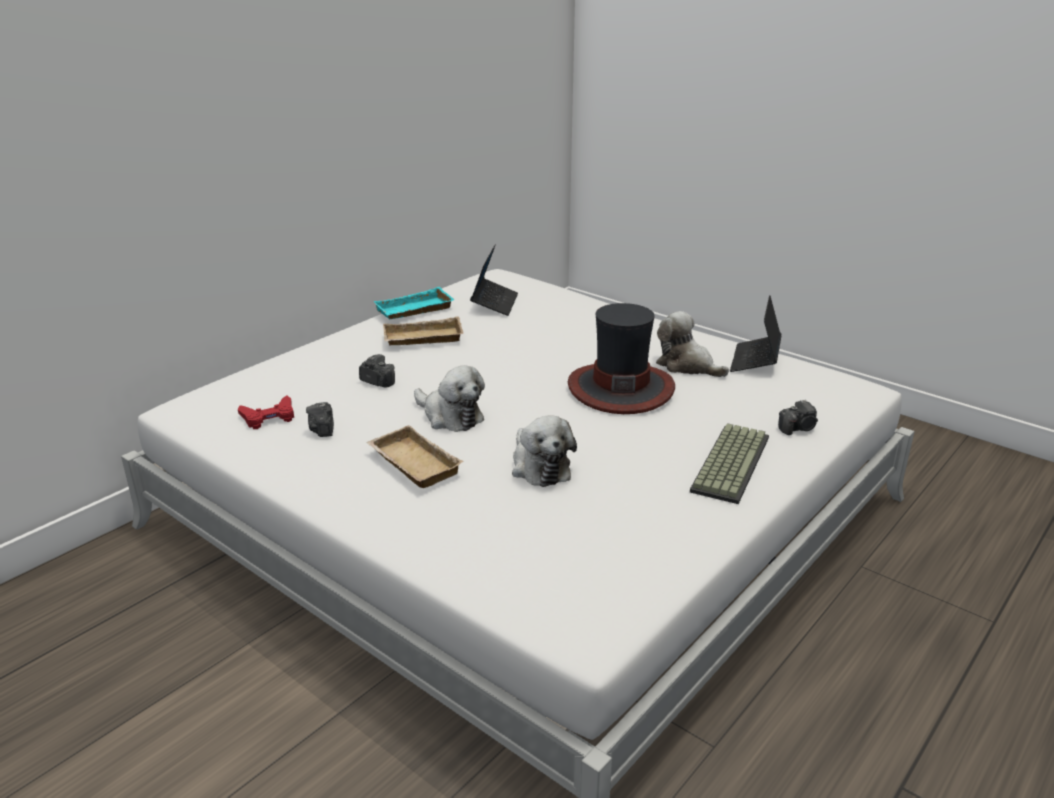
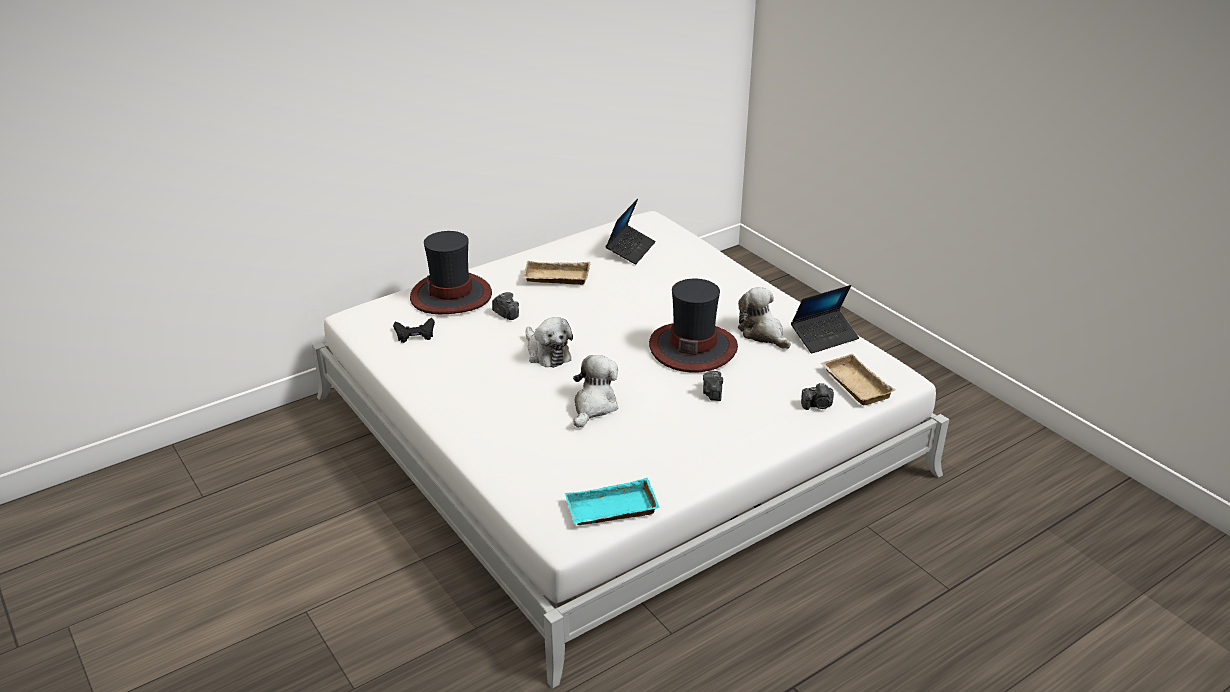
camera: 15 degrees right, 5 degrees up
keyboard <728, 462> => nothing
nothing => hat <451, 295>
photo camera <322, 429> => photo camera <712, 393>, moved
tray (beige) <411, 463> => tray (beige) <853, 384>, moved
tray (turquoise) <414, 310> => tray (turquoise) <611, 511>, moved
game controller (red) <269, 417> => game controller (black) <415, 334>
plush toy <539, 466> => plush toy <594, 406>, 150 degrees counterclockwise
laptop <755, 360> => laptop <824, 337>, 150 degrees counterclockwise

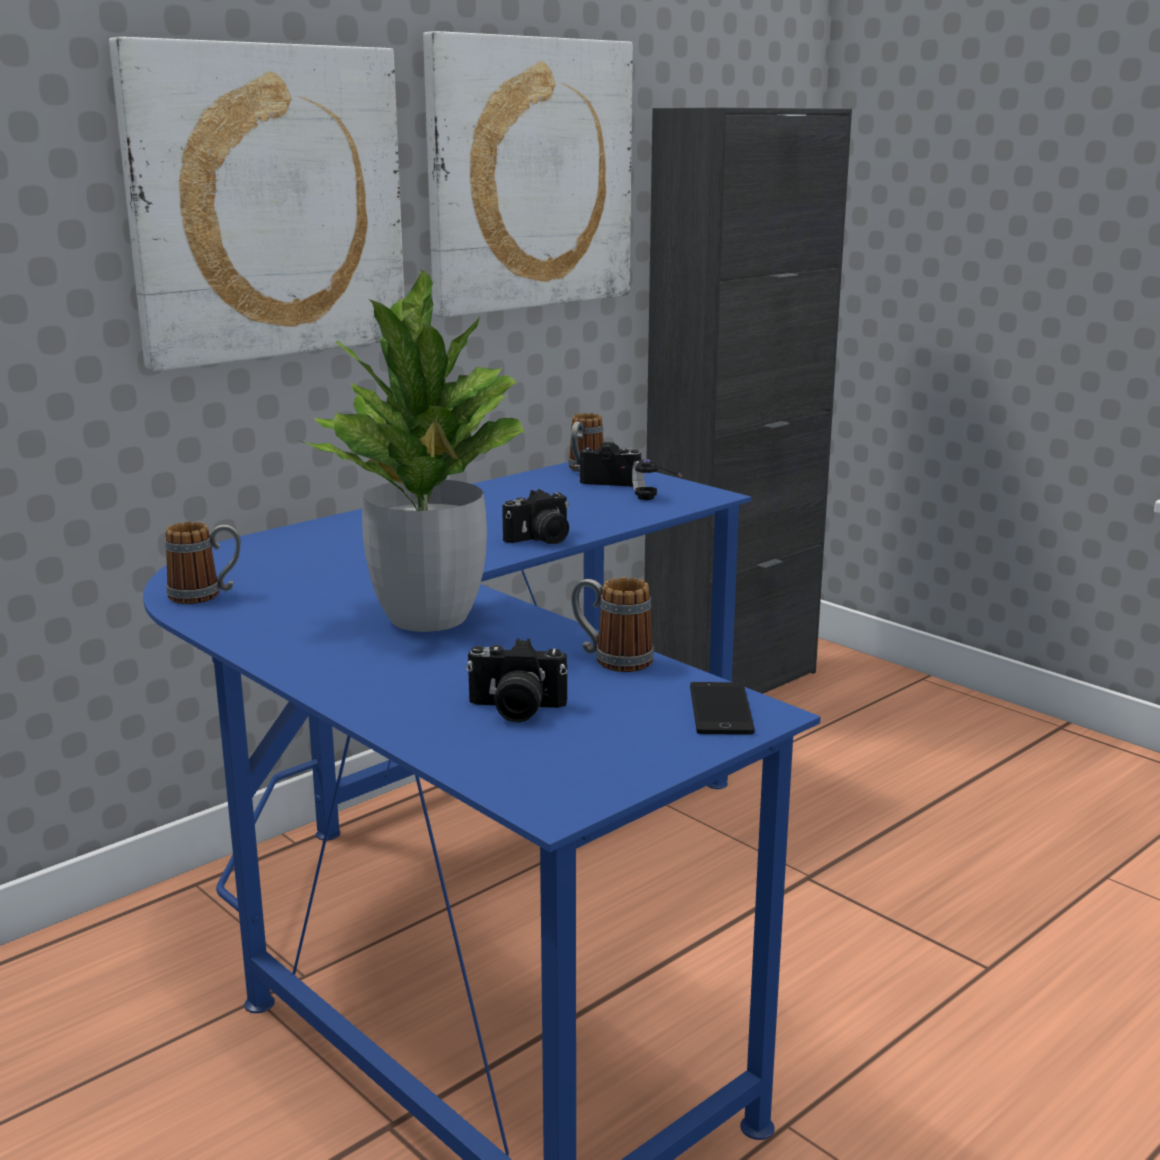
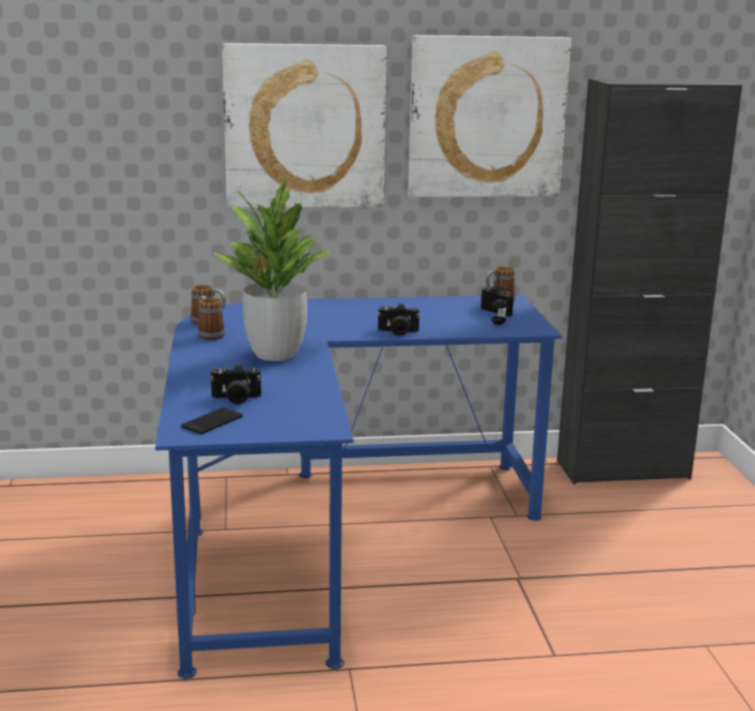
camera: 35 degrees right, 0 degrees up
mug <612, 659> => mug <209, 334>, moved
phone <720, 709> => phone <212, 422>, moved
photo camera <515, 709> => photo camera <235, 399>, 45 degrees counterclockwise

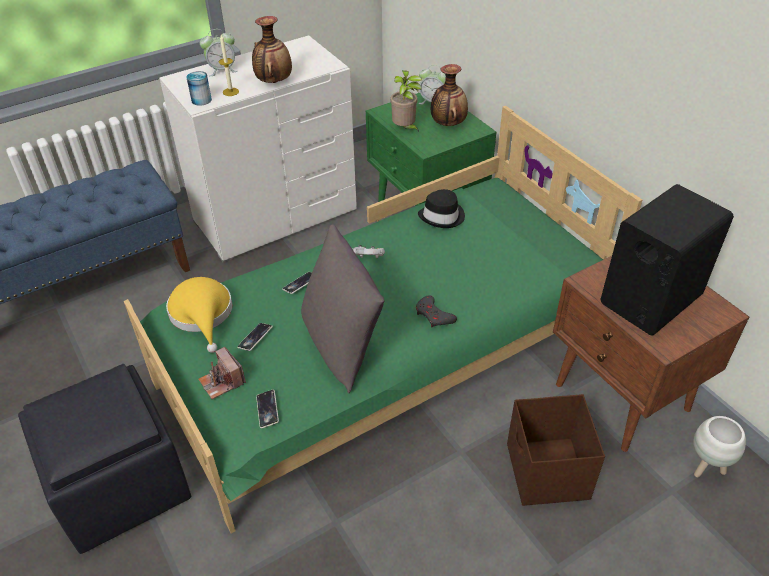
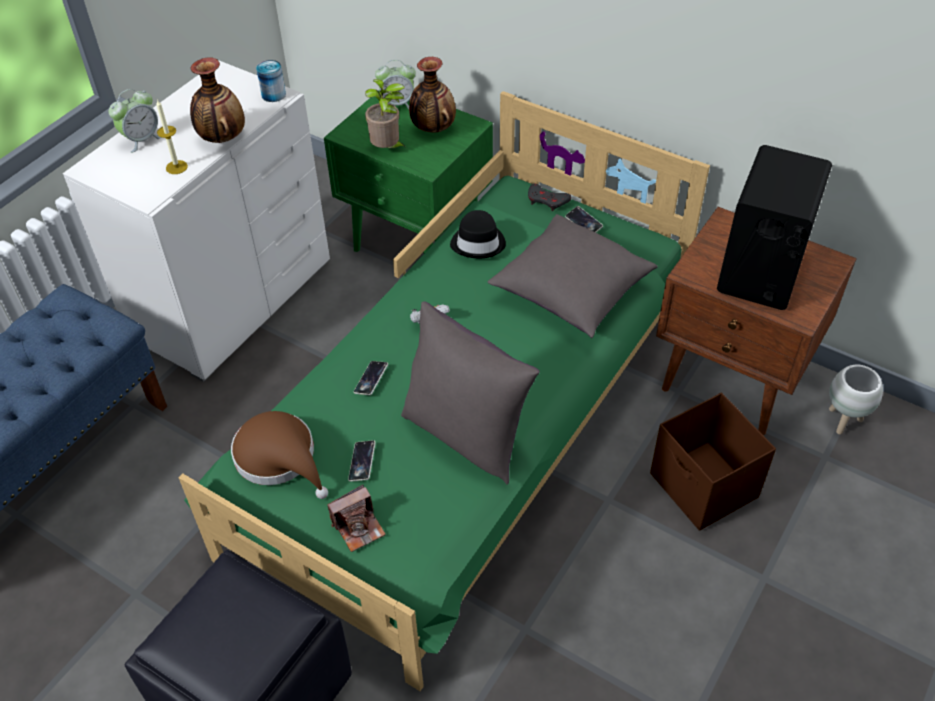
camera: 25 degrees left, 5 degrees up
nothing => pillow (grey) <570, 292>
can <201, 100> => can <273, 94>, moved
phone <267, 410> => phone <583, 223>, moved
game controller (grey) <434, 315> => game controller (grey) <547, 200>, moved
hat (yellow) <202, 315> => hat (brown) <280, 458>
photo camera <222, 382> => photo camera <358, 527>, 60 degrees counterclockwise

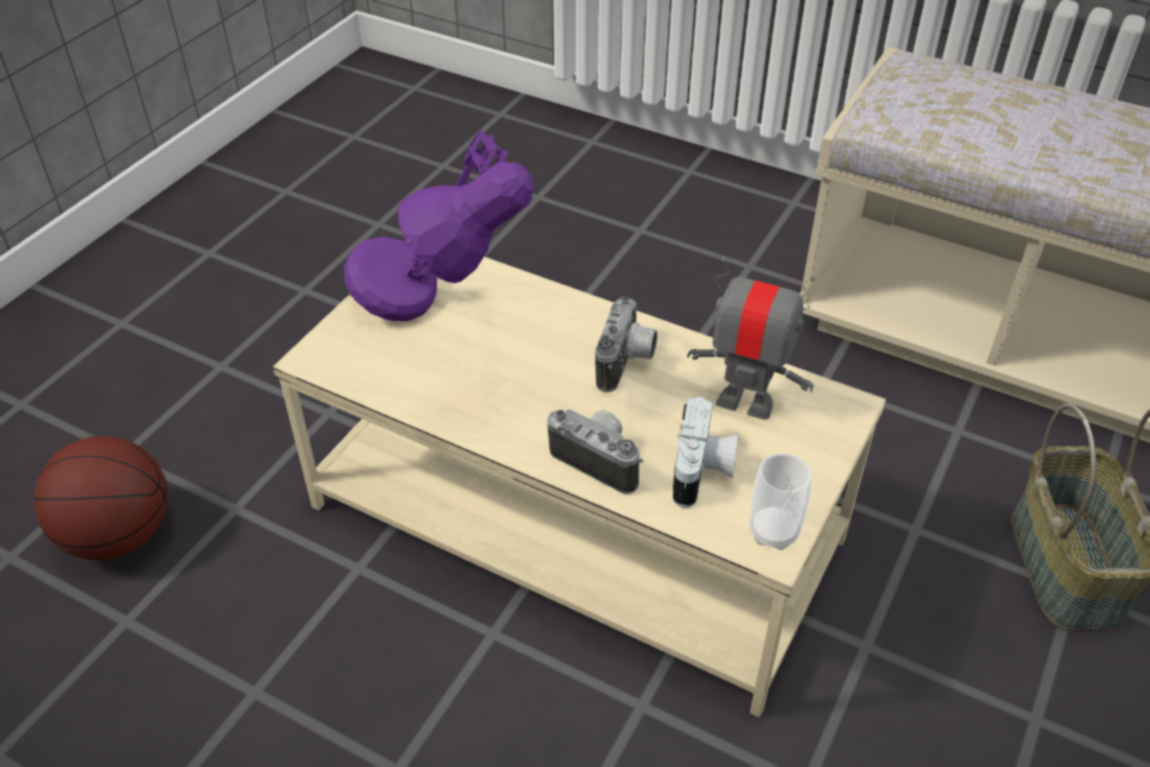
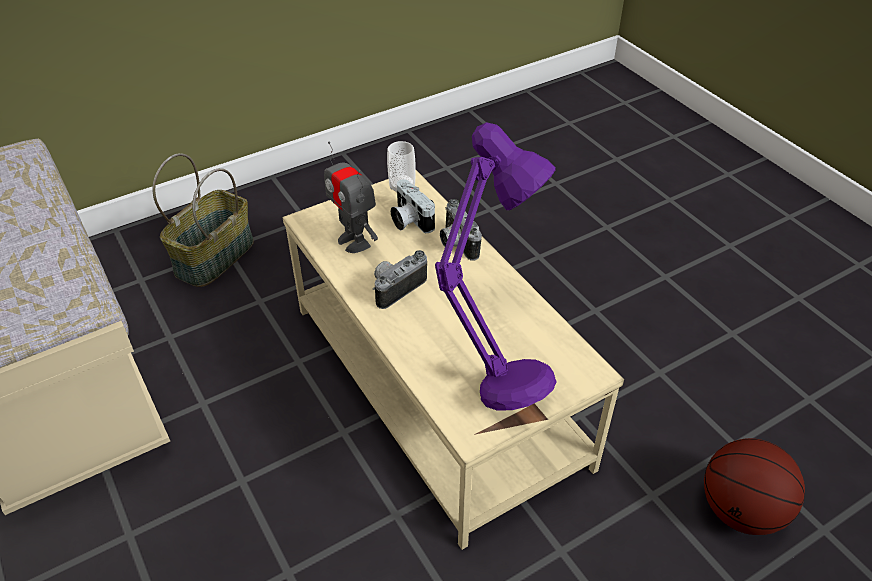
camera: 150 degrees left, 0 degrees up
photo camera <703, 471> => photo camera <409, 220>, 75 degrees counterclockwise

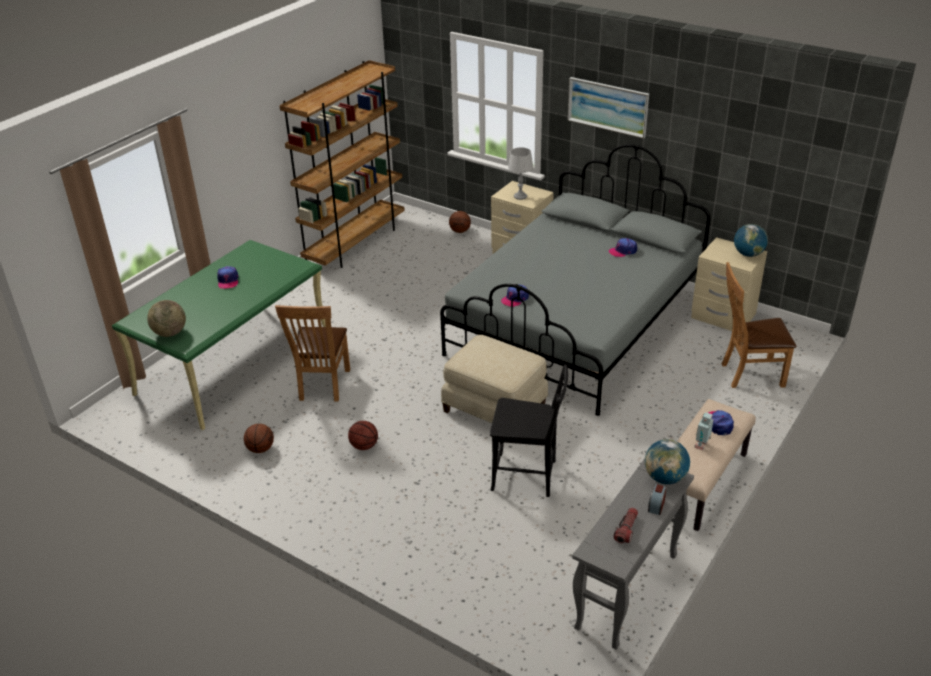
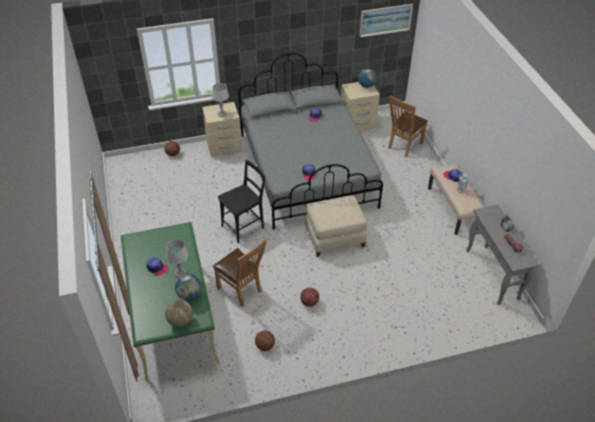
camera: 50 degrees left, 10 degrees up
bookcase (brown) <355, 243> => nothing
nothing => table lamp (grey) <180, 273>
chair (black) <528, 476> => chair (black) <245, 226>, moved
picture <607, 106> => picture <385, 20>, moved
globe <665, 478> => globe <189, 295>, moved

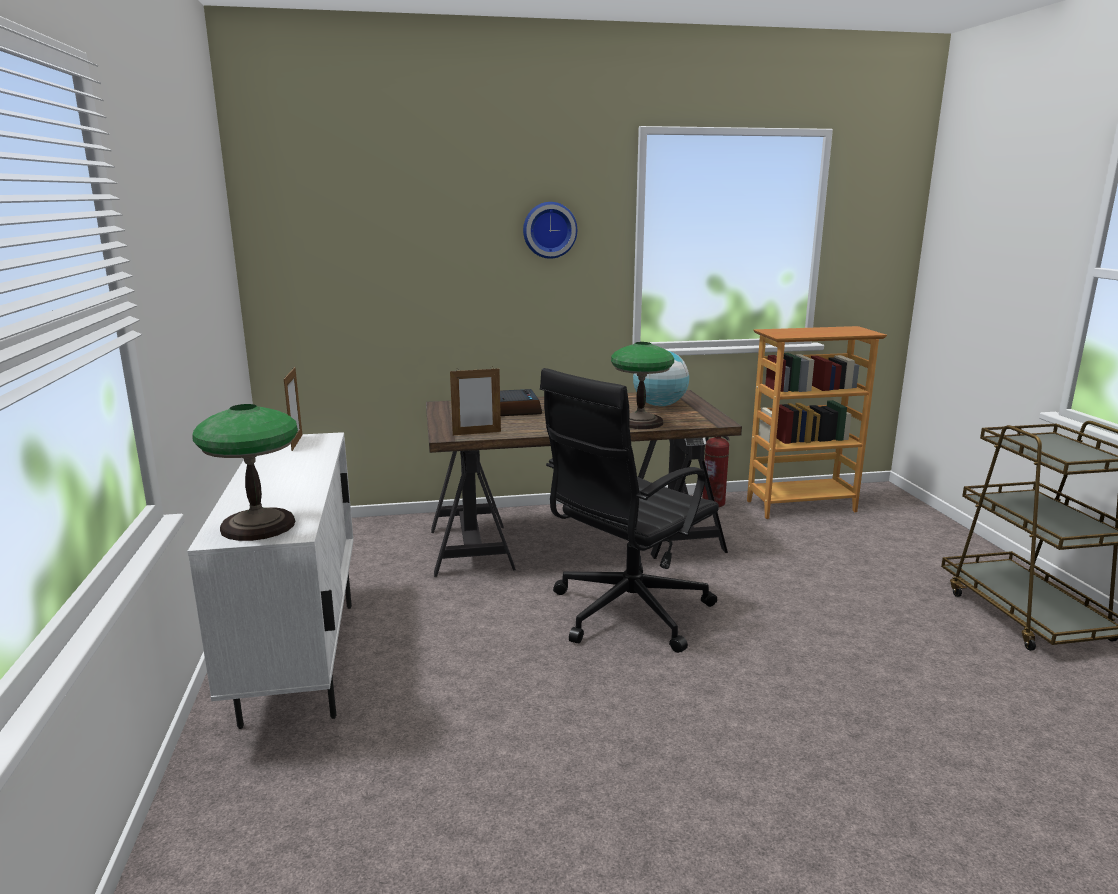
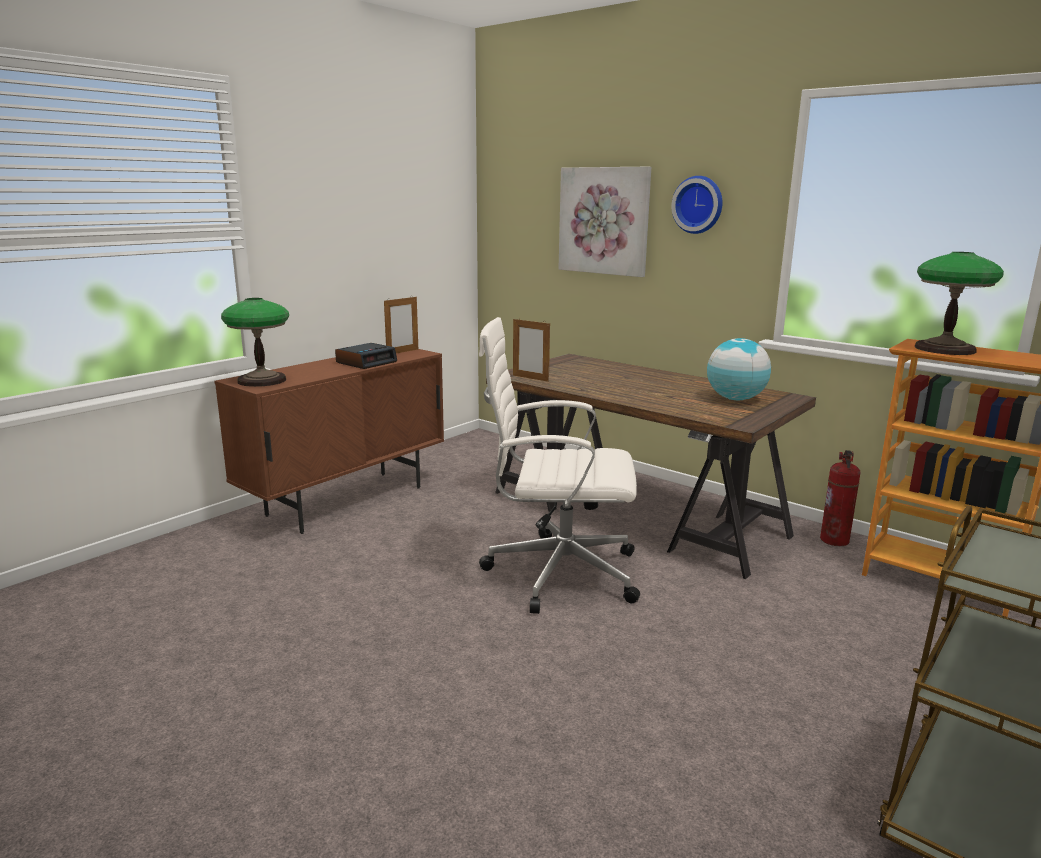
camera: 50 degrees right, 0 degrees up
nothing => picture <604, 221>
alarm clock <516, 409> => alarm clock <366, 362>, moved
table lamp <639, 422> => table lamp <944, 349>, moved
cabinet (white) <301, 659> => cabinet (brown) <346, 501>
office chair (black) <626, 613> => office chair (white) <557, 572>

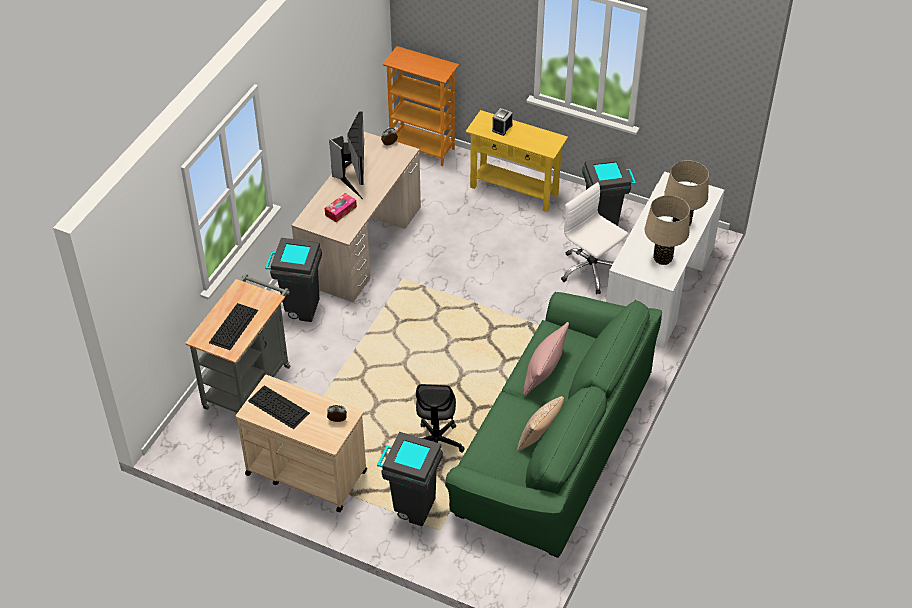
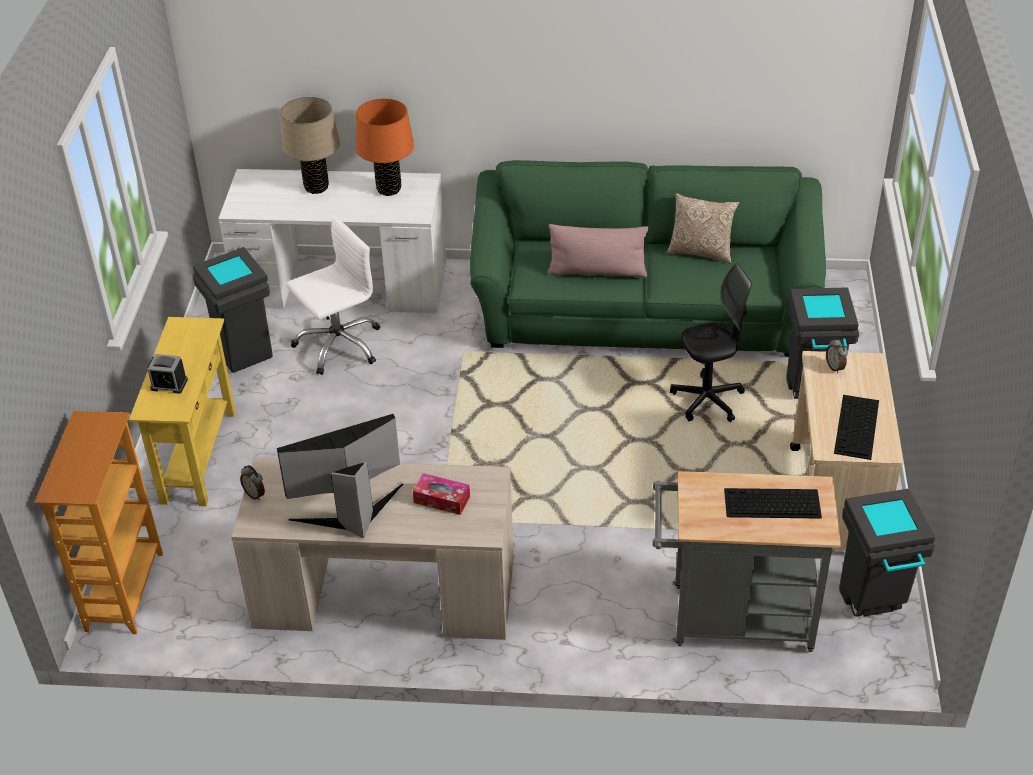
camera: 110 degrees left, 5 degrees down
trash can (grey) <299, 308> => trash can (grey) <873, 606>, moved
table lamp (beige) <662, 258> => table lamp (orange) <389, 189>
office chair (white) <591, 270> => office chair (white) <338, 345>, 150 degrees counterclockwise

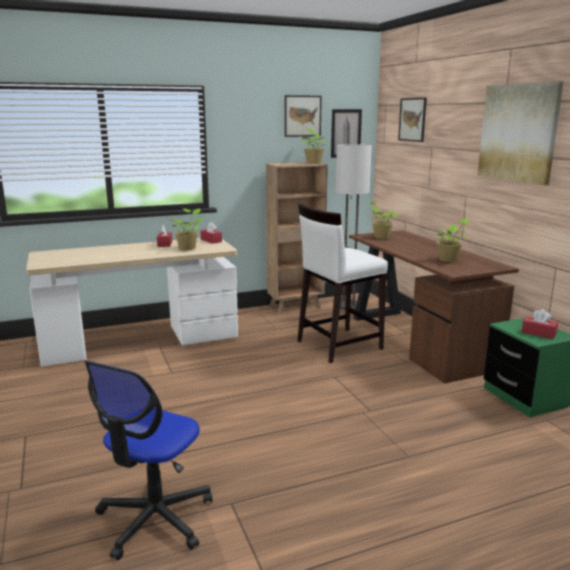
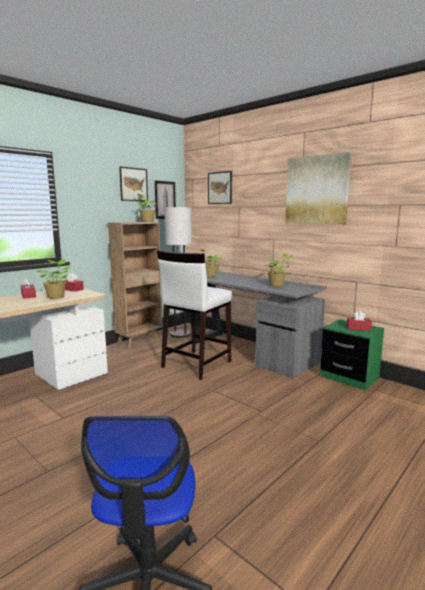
camera: 25 degrees left, 5 degrees down
desk (brown) <416, 340> => desk (grey) <249, 351>

